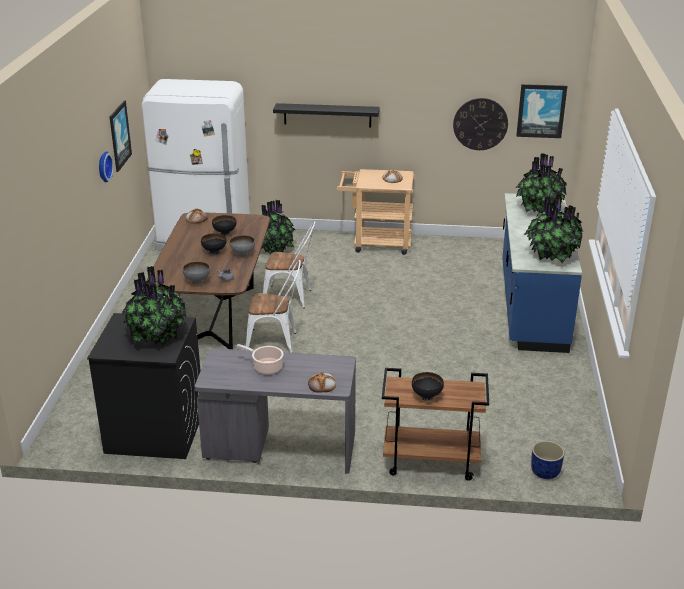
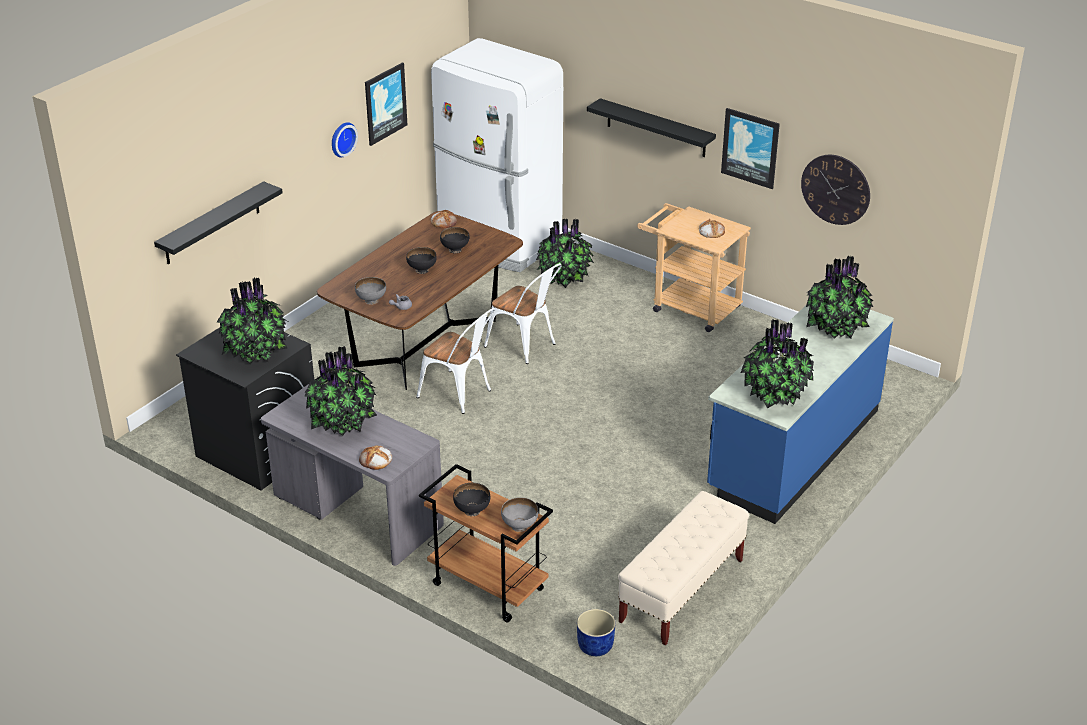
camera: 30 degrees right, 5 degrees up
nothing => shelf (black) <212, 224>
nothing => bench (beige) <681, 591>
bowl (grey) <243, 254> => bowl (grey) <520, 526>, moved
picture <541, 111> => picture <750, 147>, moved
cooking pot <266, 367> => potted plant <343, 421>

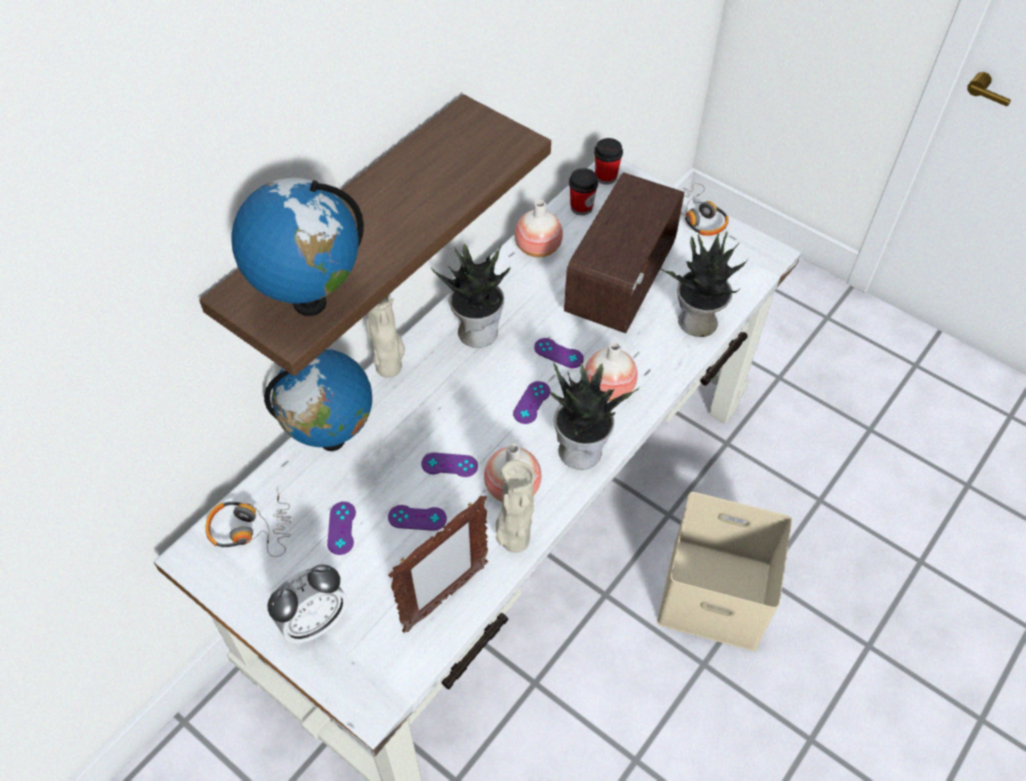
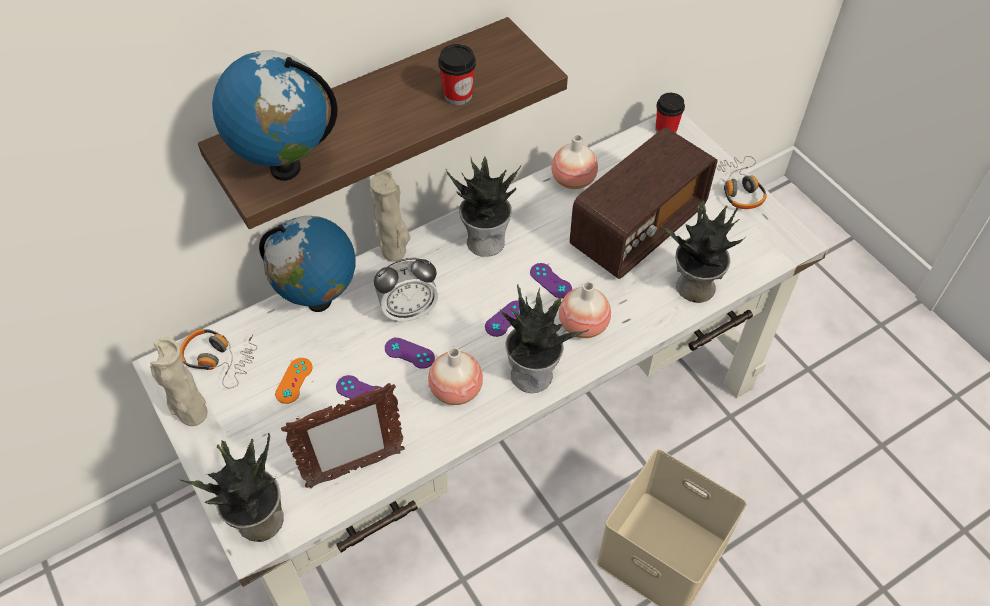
camera: 20 degrees right, 0 degrees up
nothing => potted plant <258, 521>
alarm clock <314, 621> => alarm clock <409, 310>, moved
vase (beige) <513, 541> => vase (beige) <192, 415>, moved
cup <581, 207> => cup <458, 95>, moved
game controller (purple) <341, 528> => game controller (orange) <294, 380>

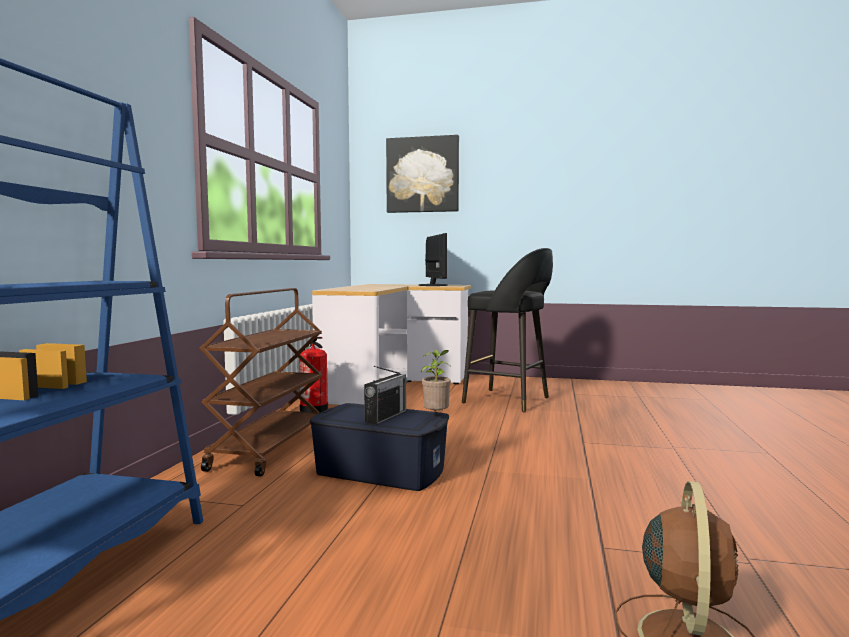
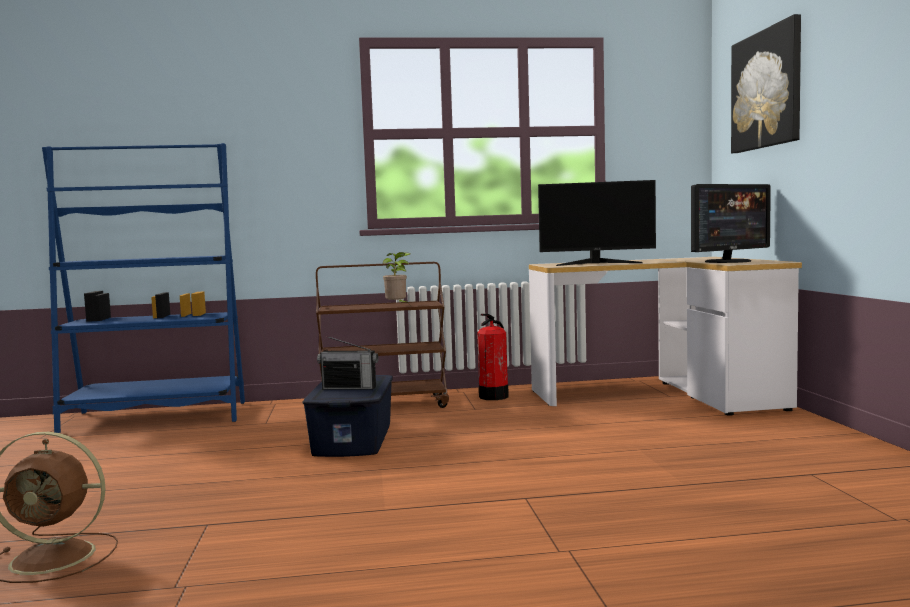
camera: 70 degrees right, 0 degrees up
stool (black) <508, 401> => nothing
nothing => monitor <596, 263>
potted plant <436, 416> => potted plant <397, 306>, moved

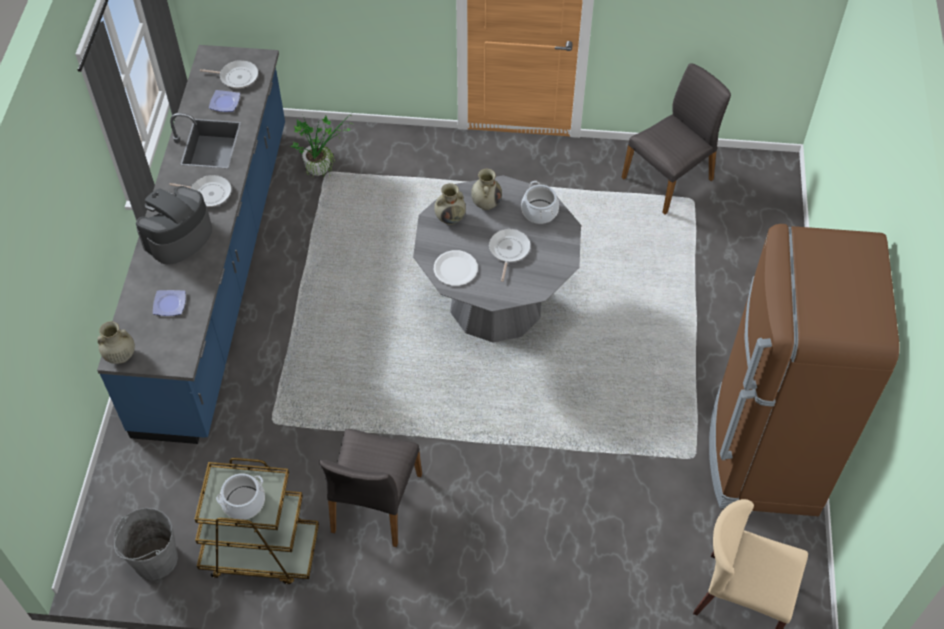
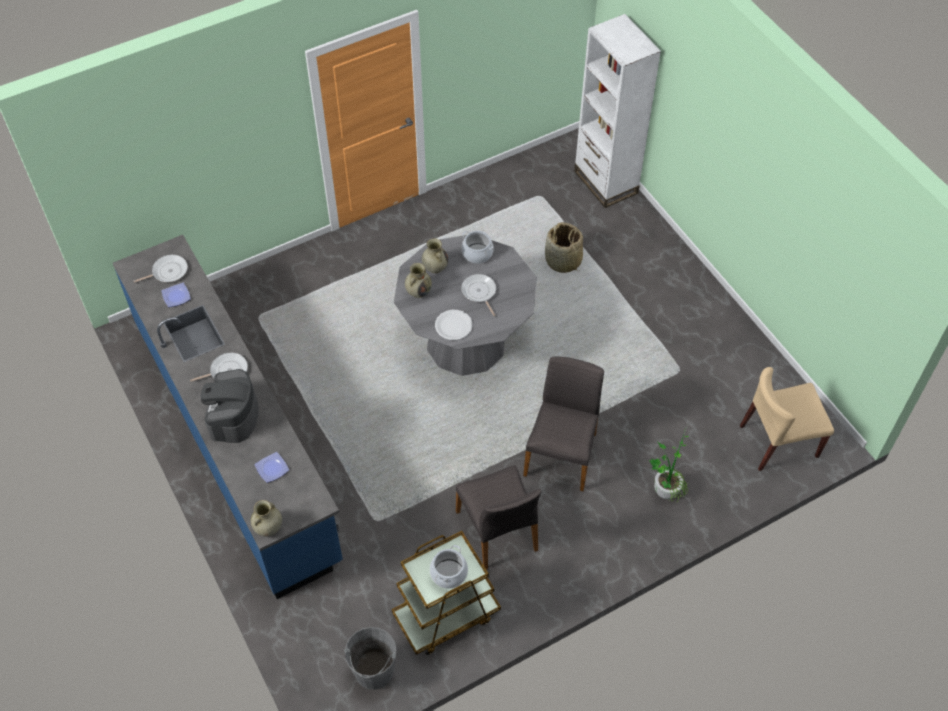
camera: 35 degrees left, 0 degrees up
fridge (brown) <763, 454> => nothing
nothing => basket <563, 261>
nothing => bookcase (white) <605, 182>
potted plant <322, 167> => potted plant <666, 487>, moved
chair (grey) <669, 179> => chair (grey) <562, 453>, moved

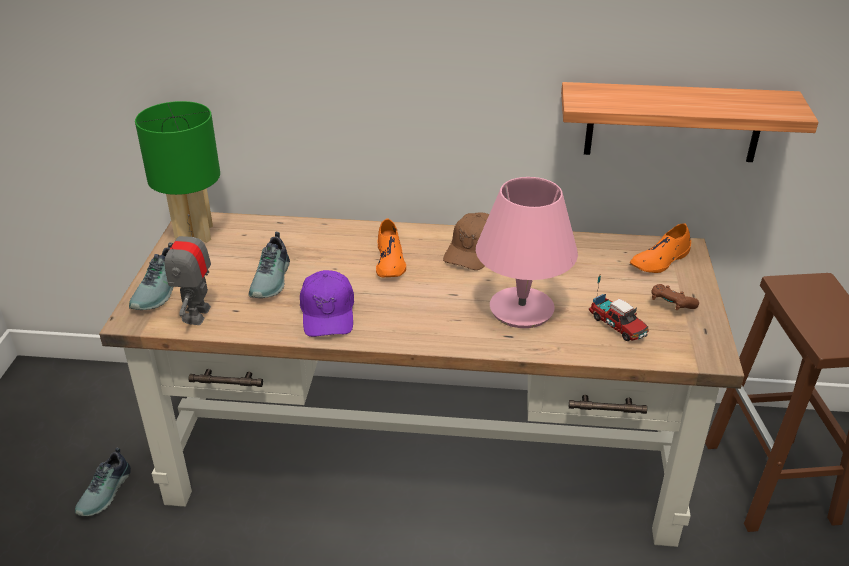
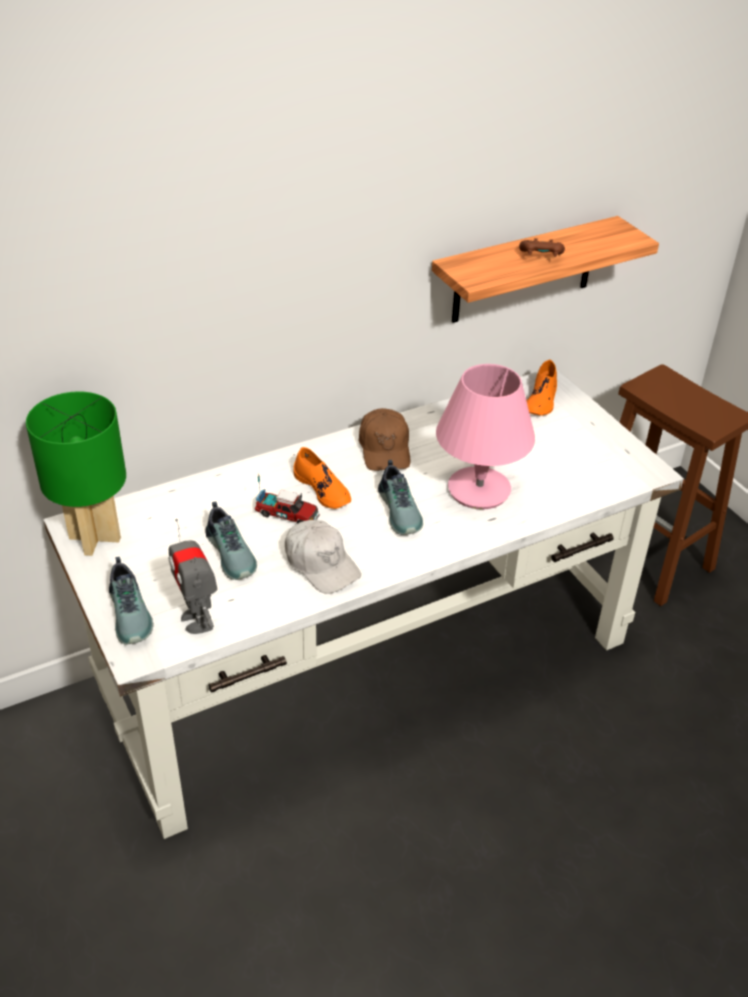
camera: 35 degrees left, 5 degrees up
shoe <106, 492> => shoe <401, 510>, moved
toy truck <618, 326> => toy truck <287, 515>, moved
game controller (brown) <670, 305> => game controller (brown) <541, 257>, moved
desk (brown) <426, 453> => desk (white) <370, 663>
cap (purple) <328, 313> => cap (white) <321, 564>

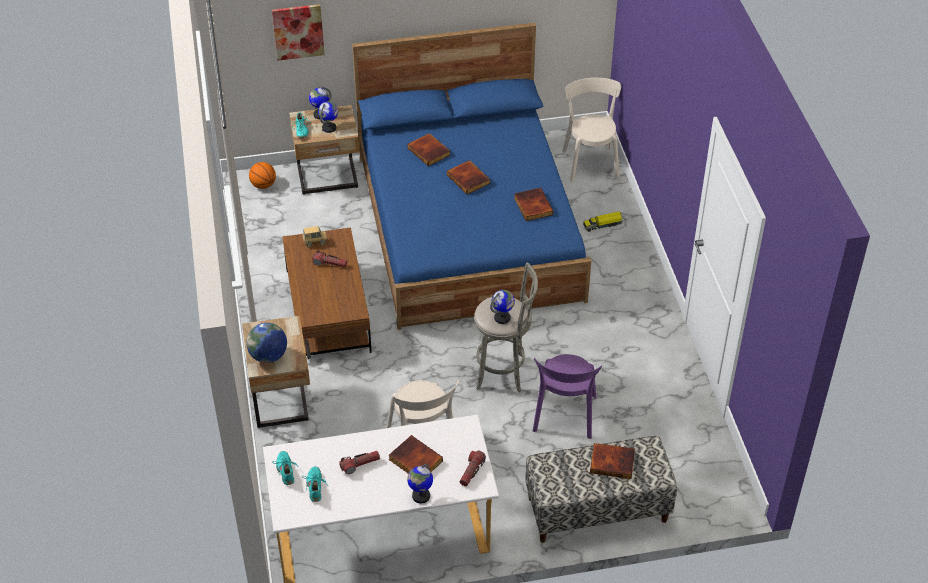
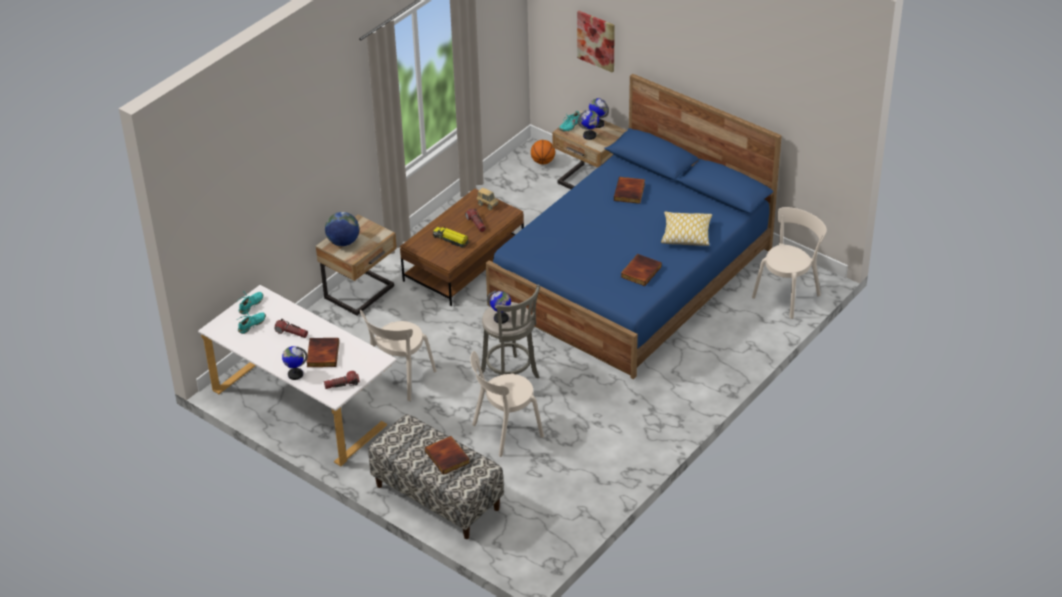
camera: 50 degrees right, 5 degrees down
book <469, 179> => nothing
nothing => pillow <686, 235>
toy truck <603, 224> => toy truck <451, 240>, moved
chair (purple) <564, 416> => chair (beige) <505, 432>

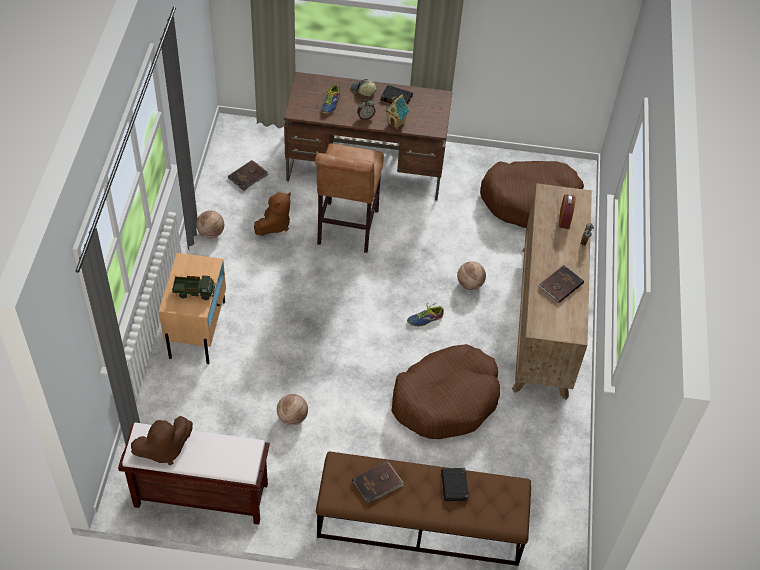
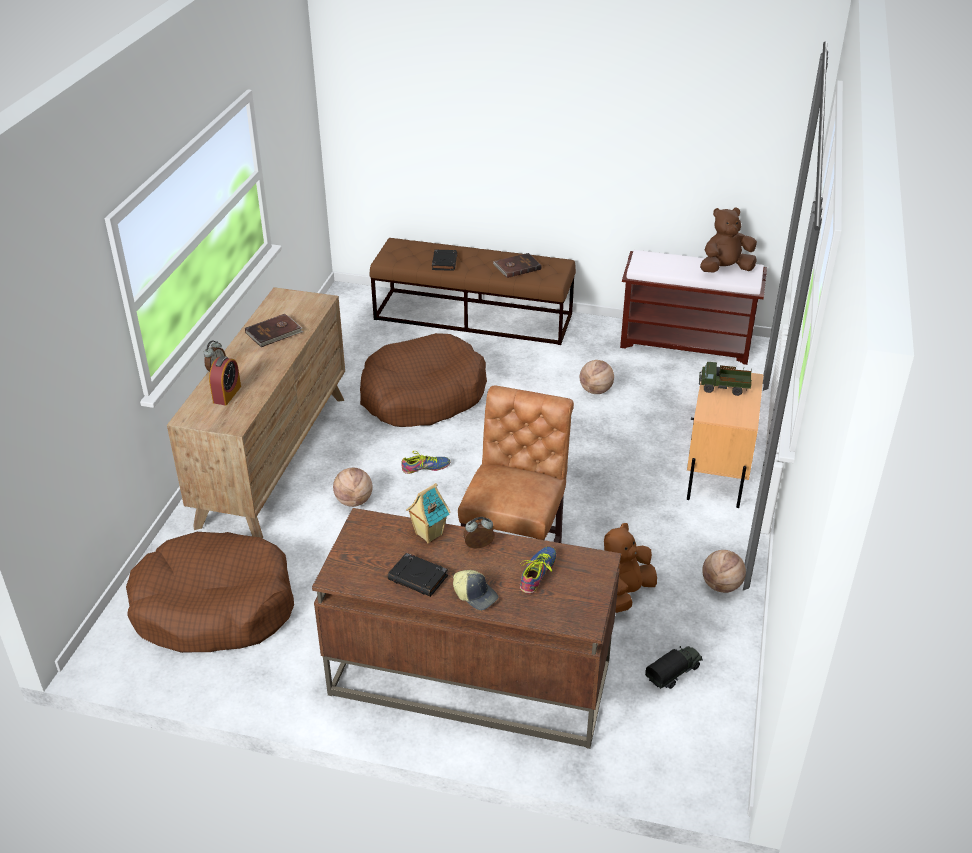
camera: 170 degrees left, 15 degrees down
book (brown) <248, 176> => toy truck <674, 674>

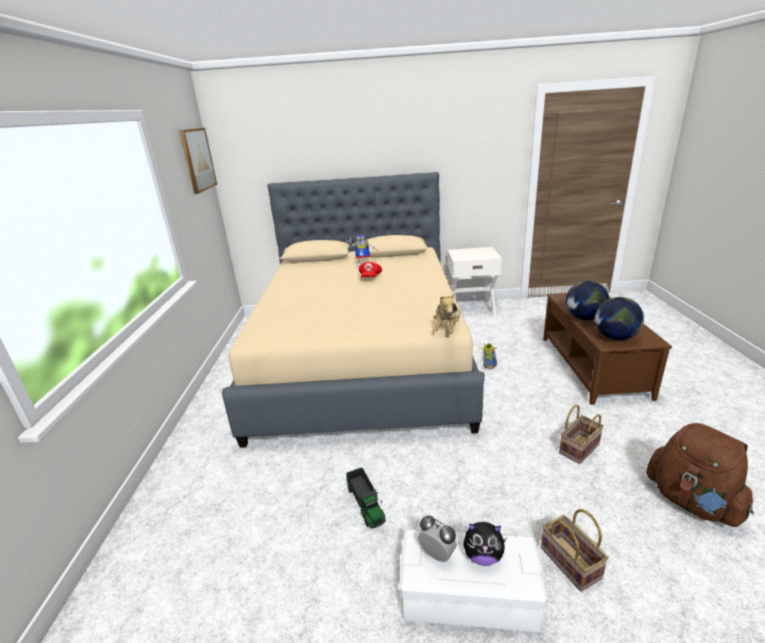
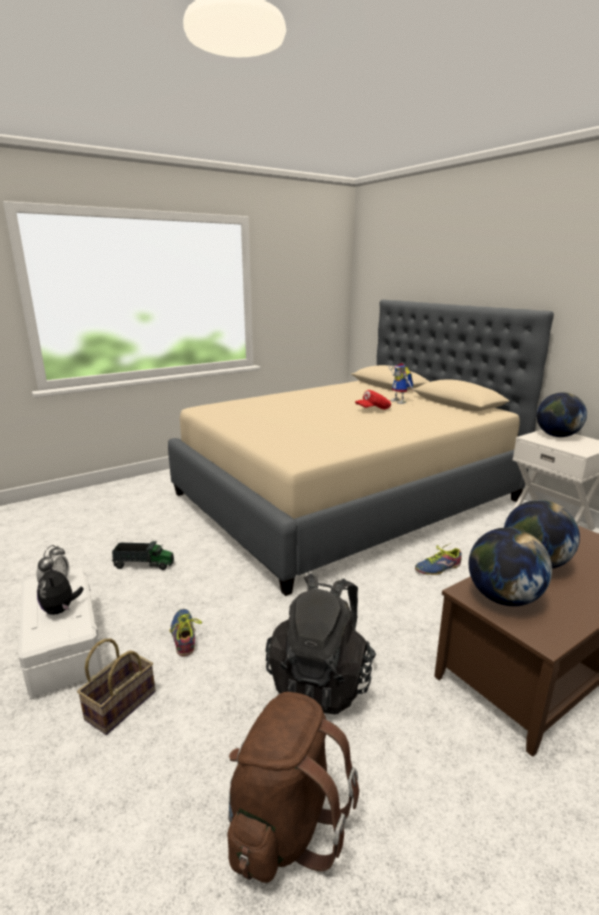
camera: 55 degrees right, 5 degrees down
picture <197, 159> => nothing
plush toy <447, 329> => nothing
nothing => shoe <184, 636>
nothing => globe <557, 436>
basket <578, 447> => backpack (black) <321, 680>
toy truck <366, 504> => toy truck <144, 564>, 120 degrees counterclockwise

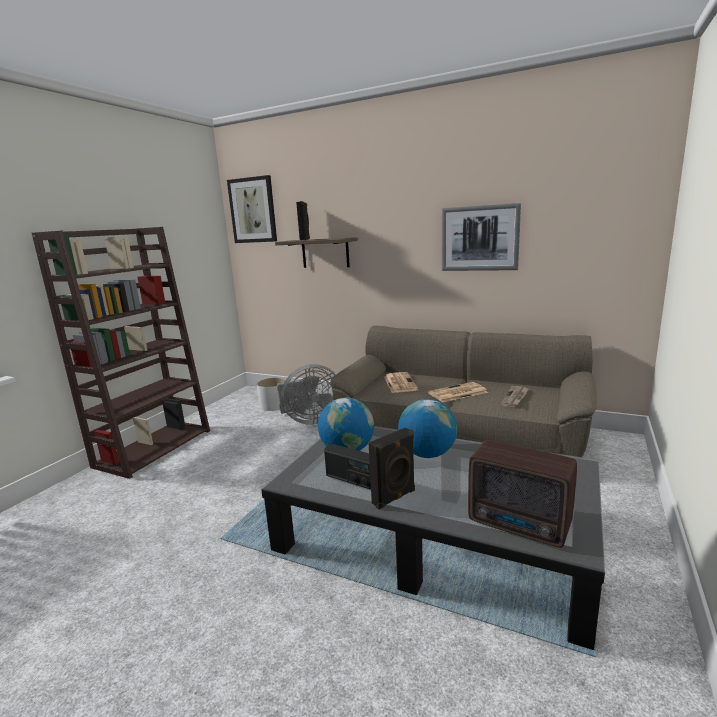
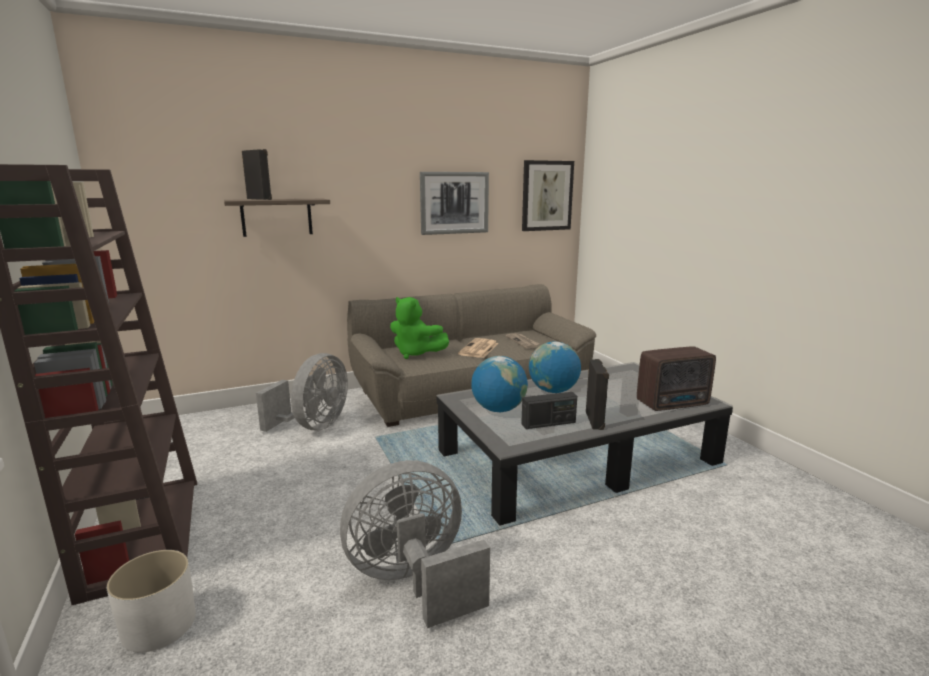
camera: 50 degrees left, 0 degrees up
nothing => fan (grey) <414, 581>
picture <253, 210> => picture <547, 196>, moved
planter (white) <273, 405> => planter (white) <159, 624>, moved
newspaper <399, 383> => plush toy (green) <416, 354>

